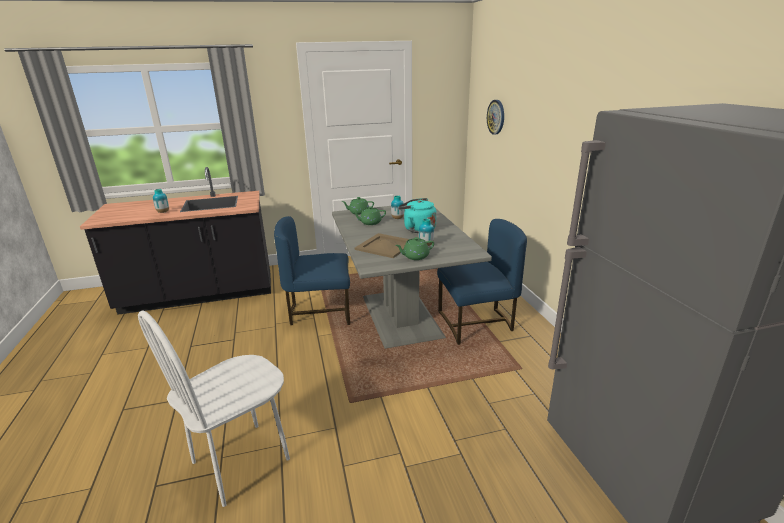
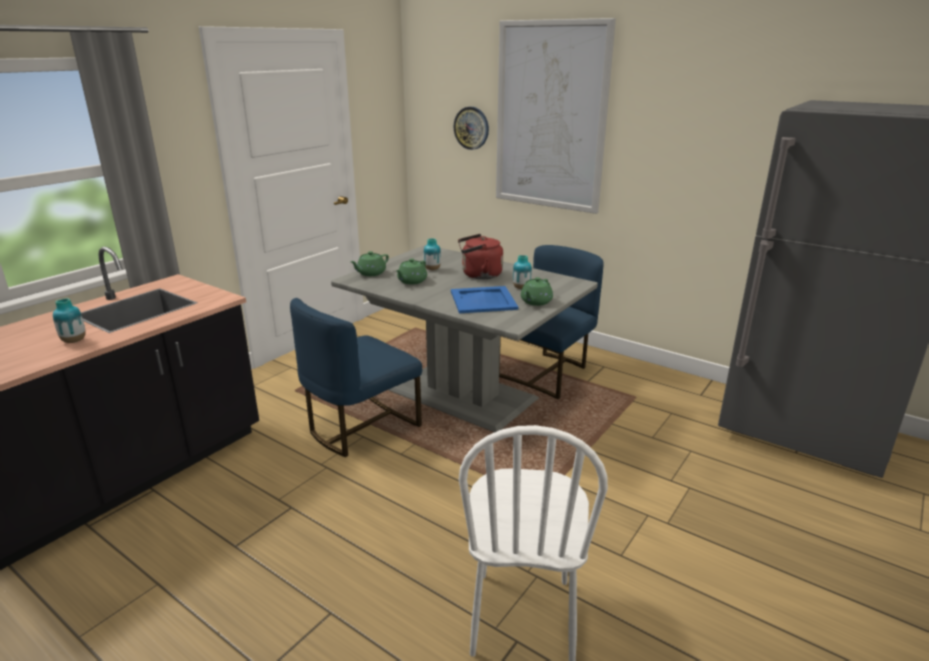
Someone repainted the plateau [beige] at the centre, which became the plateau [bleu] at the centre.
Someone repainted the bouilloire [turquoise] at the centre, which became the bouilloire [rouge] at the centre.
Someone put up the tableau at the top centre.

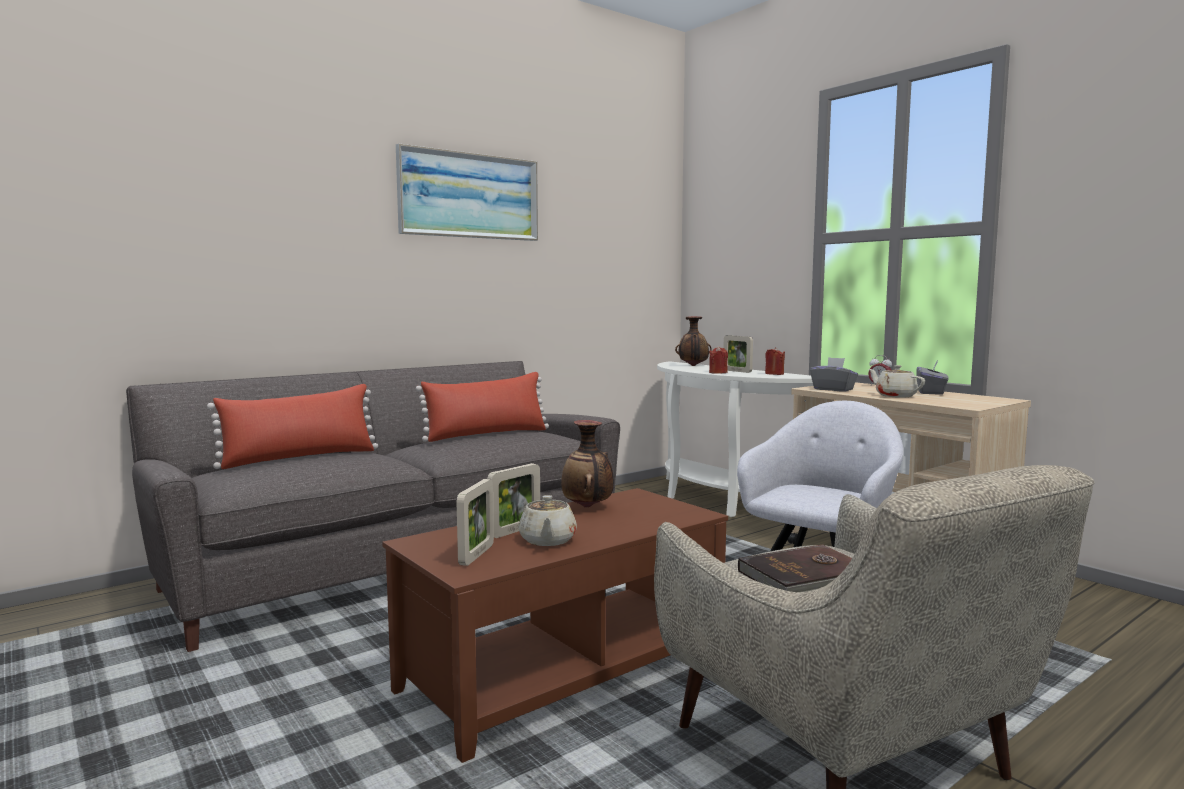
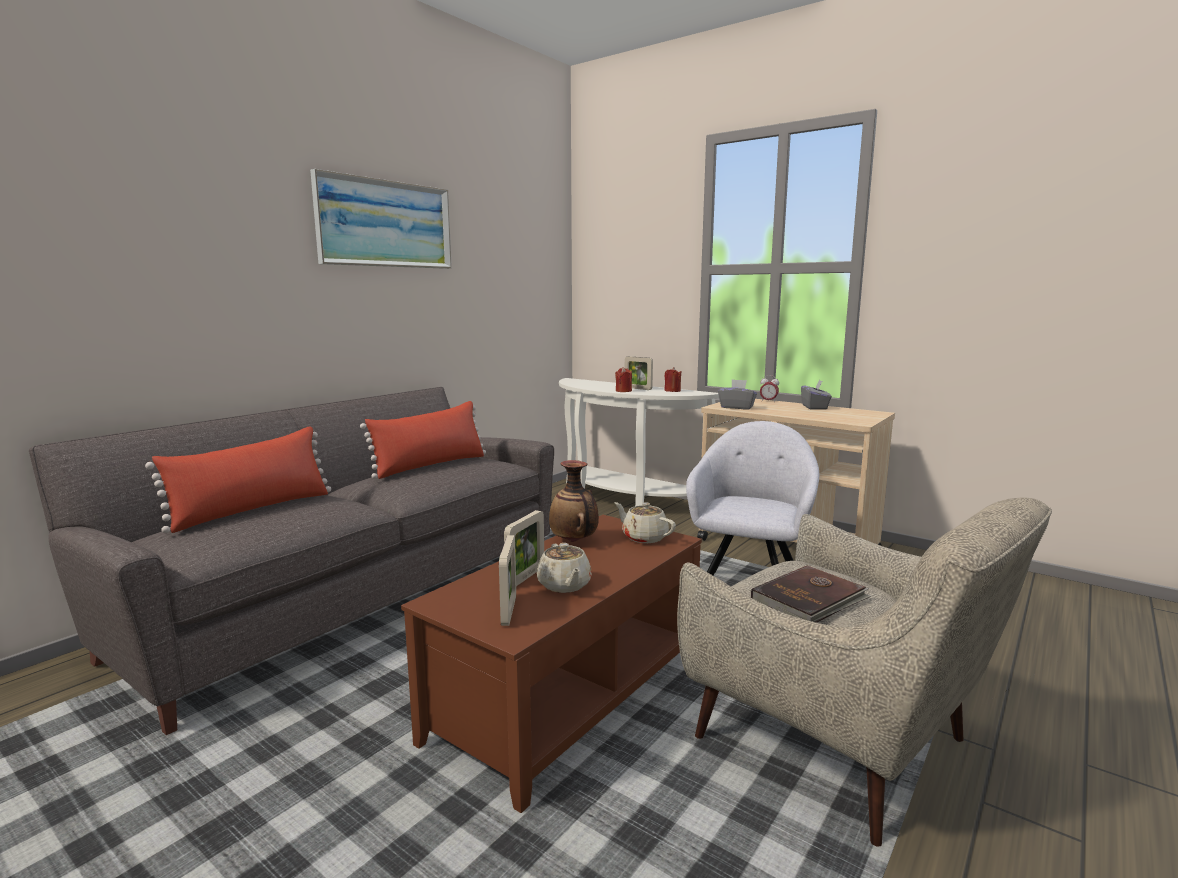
Someone took away the vase (no. 2 from left) at the centre.
Someone carried the théière [beige] (no. 2 from left) from the middle right to the centre.

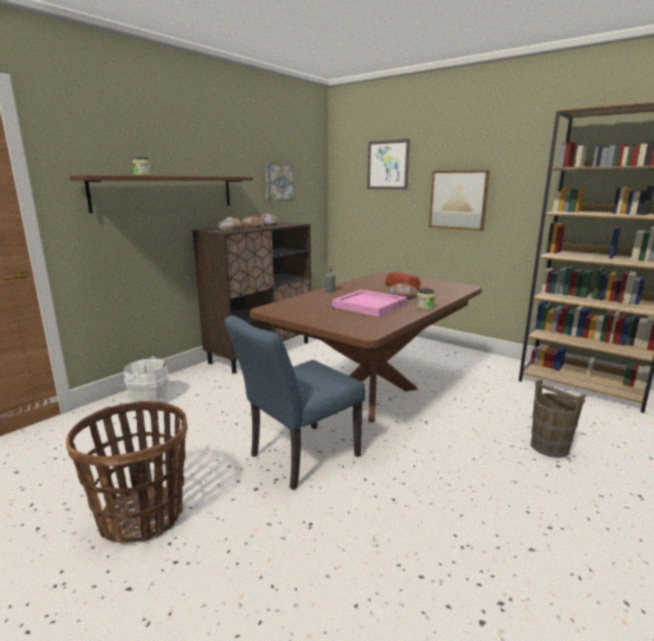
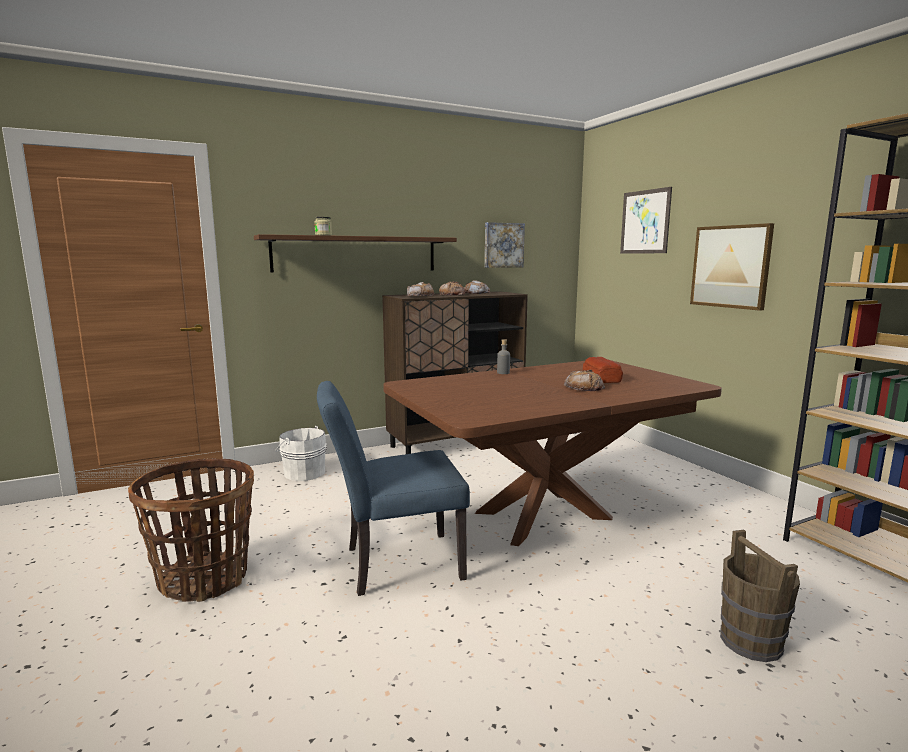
Someone took away the plateau [rose] at the centre.
Someone took away the bocal (no. 2 from left) at the centre.

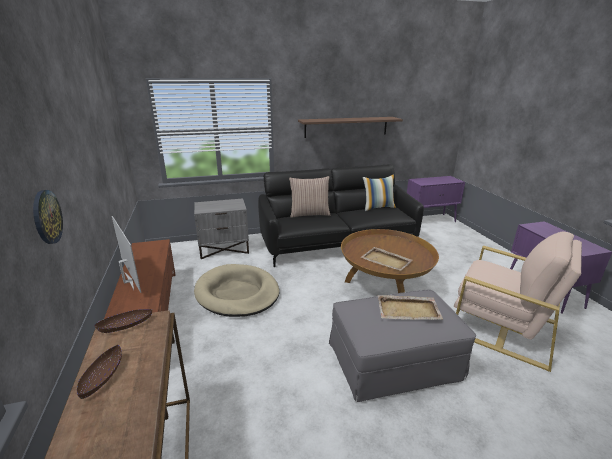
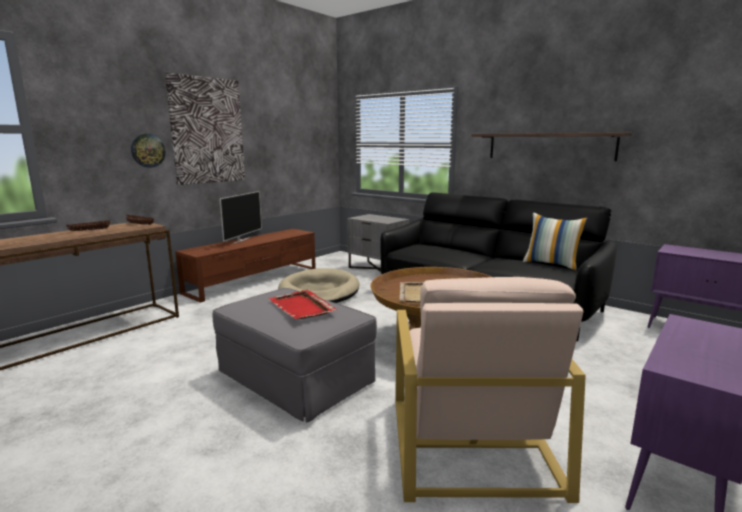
Someone took away the coussin (no. 1 from left) at the centre.
Someone repainted the plateau [beige] (no. 2 from left) at the bottom right, which became the plateau [rouge] at the centre.
Someone put up the tableau at the top left.

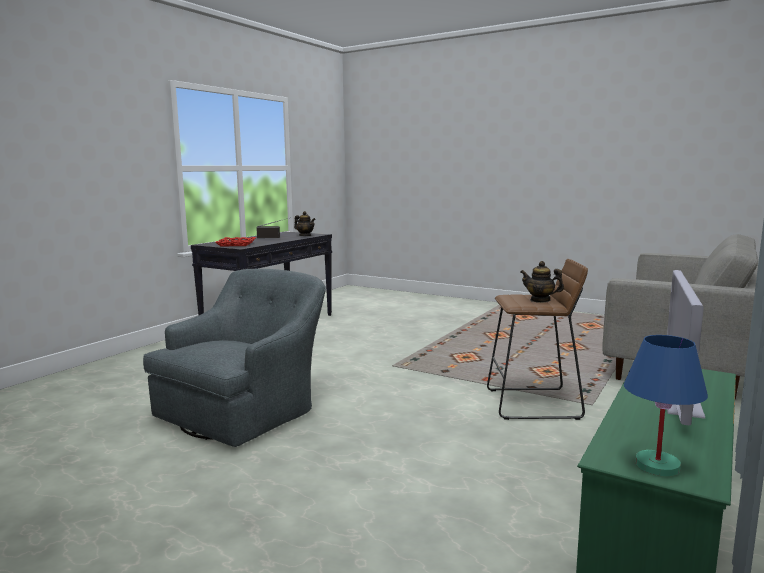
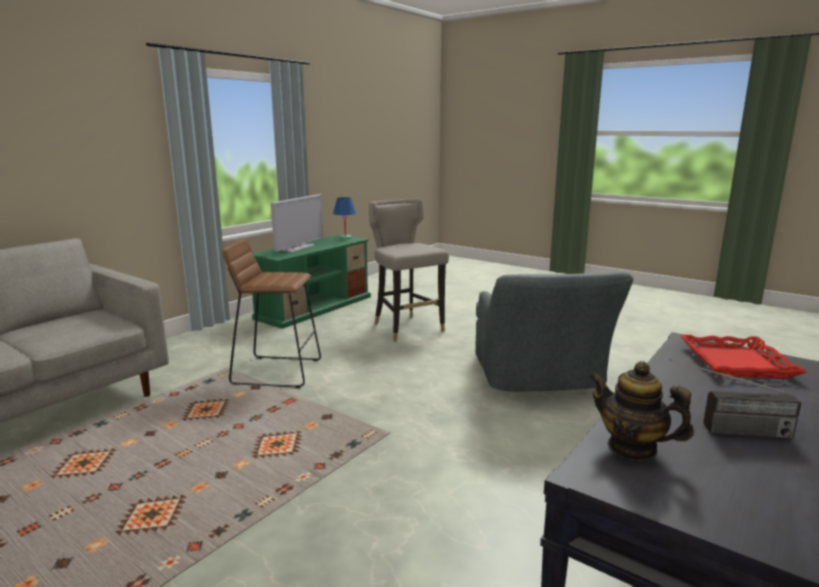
Someone rotated the fauteuil [gris] at the middle left by 45 degrees counterclockwise.
Someone took away the théière (no. 2 from left) at the middle right.
Someone put down the tabouret [gris] at the centre.

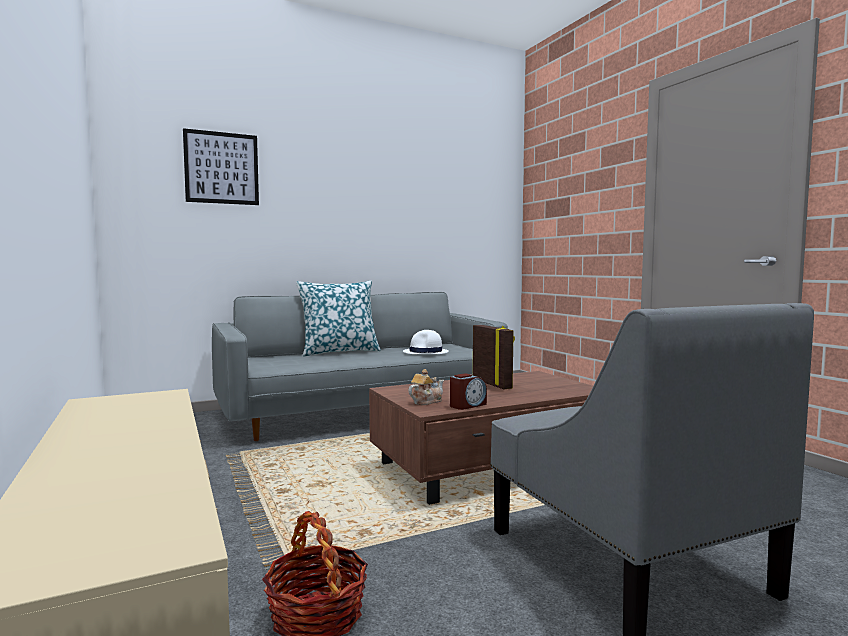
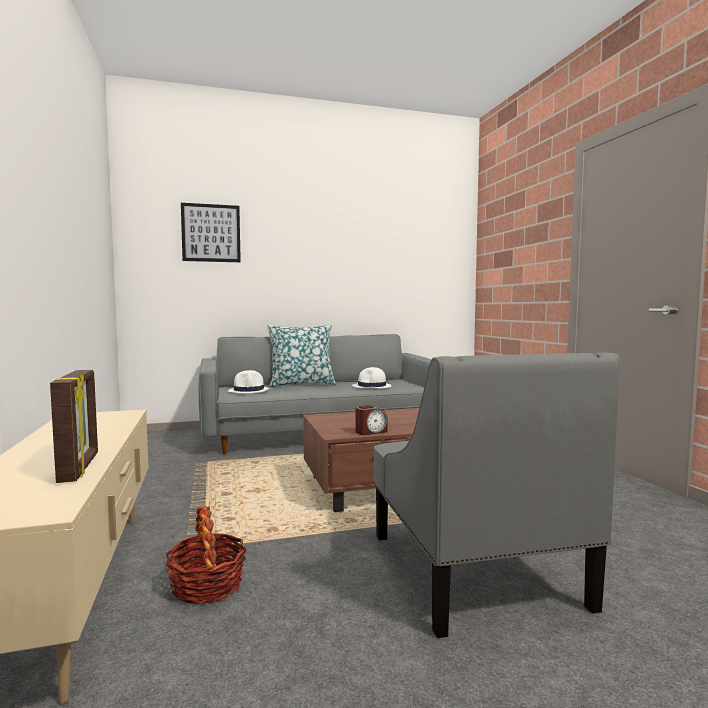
Someone took away the théière at the centre.
Someone carried the cadre photo from the centre to the middle left.
Someone put down the chapeau [blanc] (no. 1 from left) at the centre.

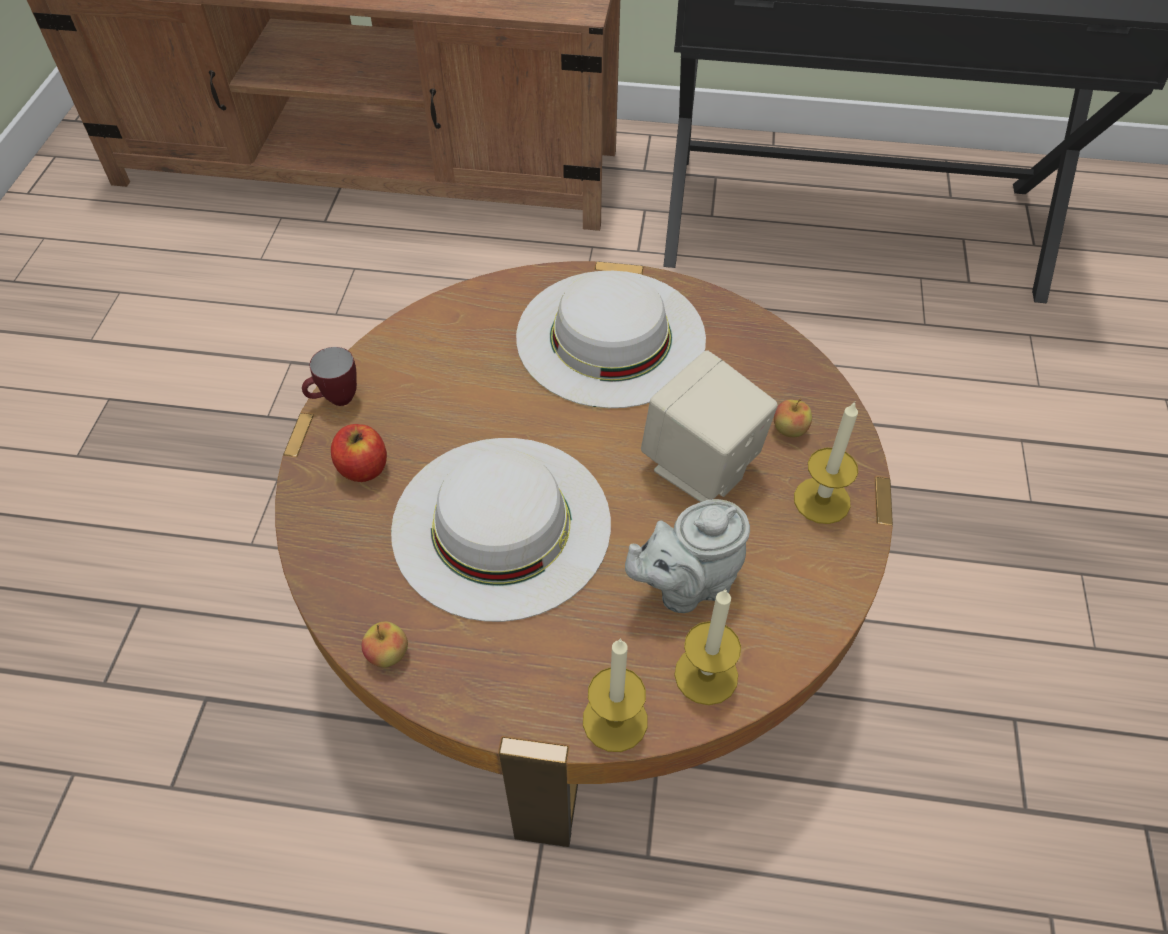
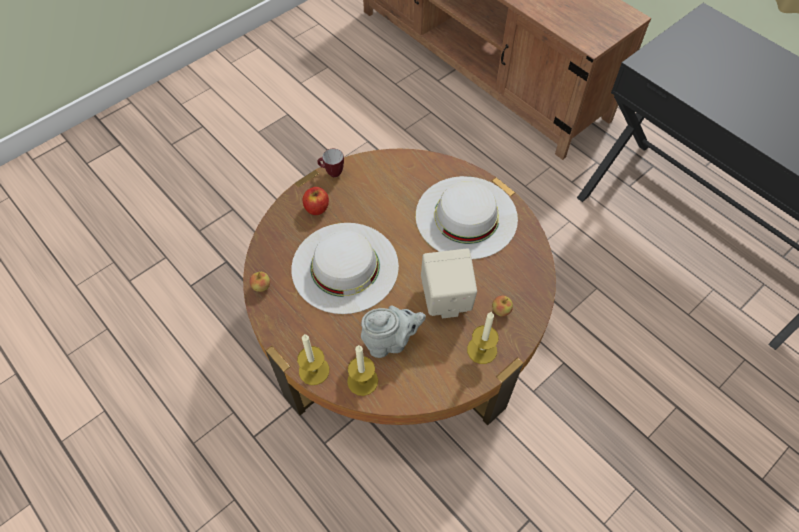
Someone rotated the théière [gris] at the centre by 150 degrees clockwise.

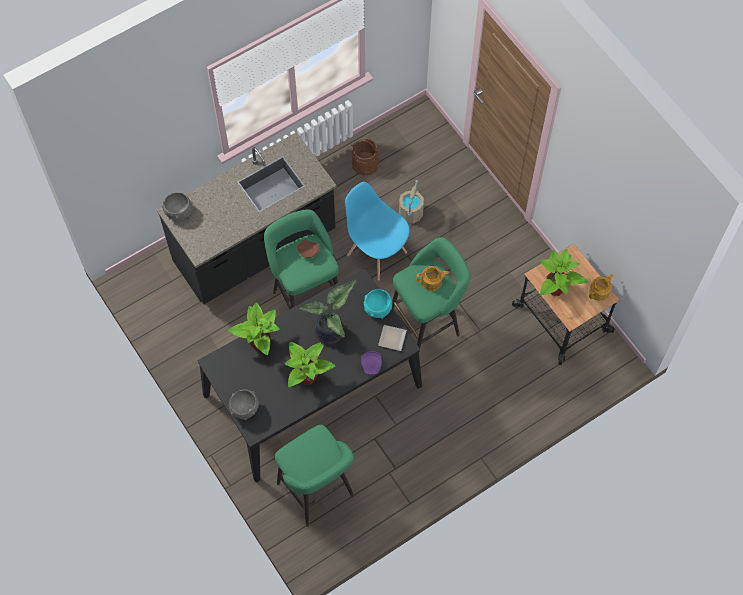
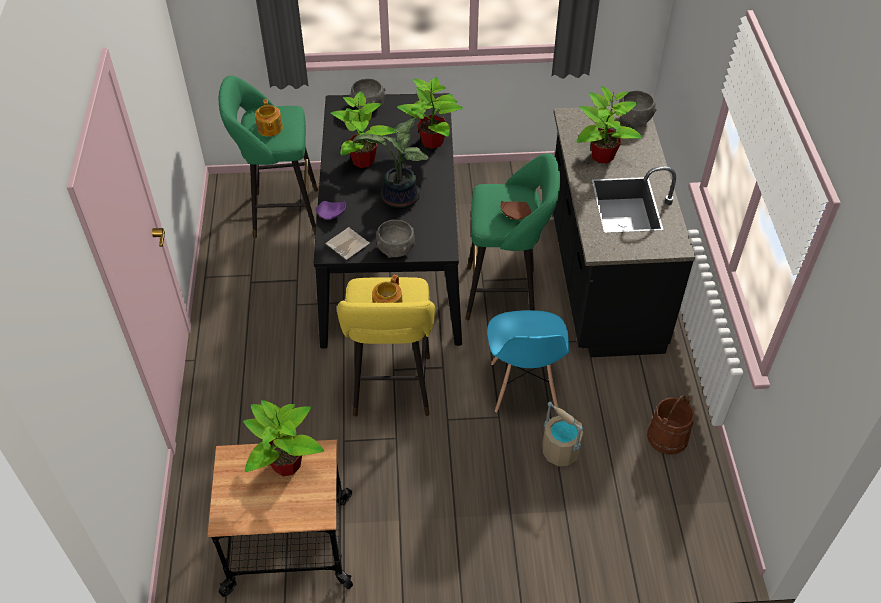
Someone rotated the chaise [bleu] at the centre by 105 degrees clockwise.
Someone repainted the bol [turquoise] at the centre, which became the bol [gris] (no. 2 from left) at the centre.
Someone repainted the tabouret [vert] (no. 3 from left) at the centre, which became the tabouret [jaune] at the centre.
Someone carried the théière (no. 2 from left in the first image) from the middle right to the top left.
Someone put down the plante en pot (no. 5 from left) at the top right.

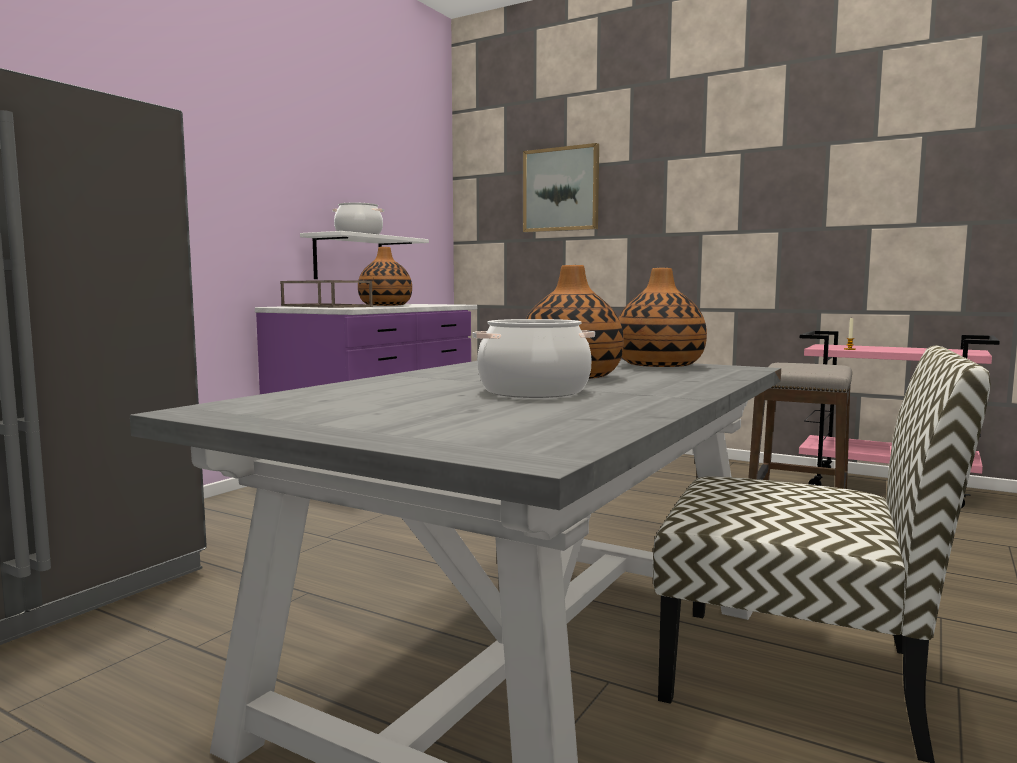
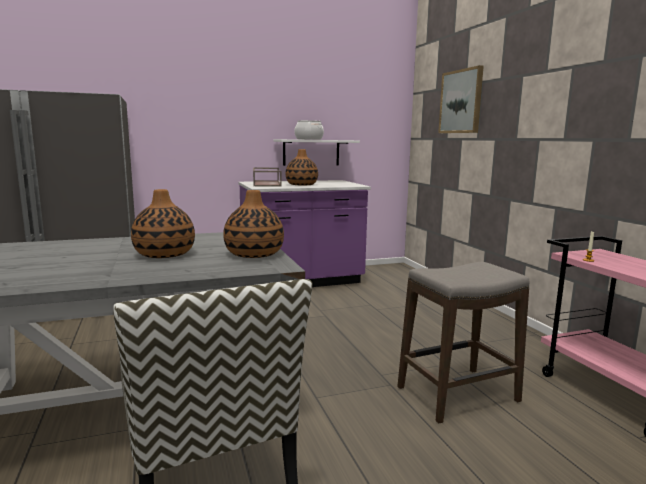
Someone took away the marmite (no. 2 from left) at the centre.

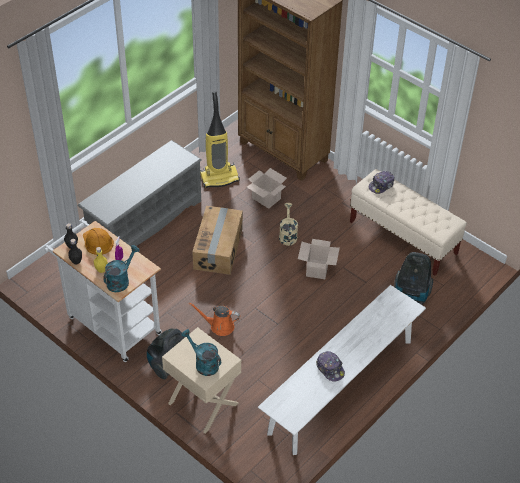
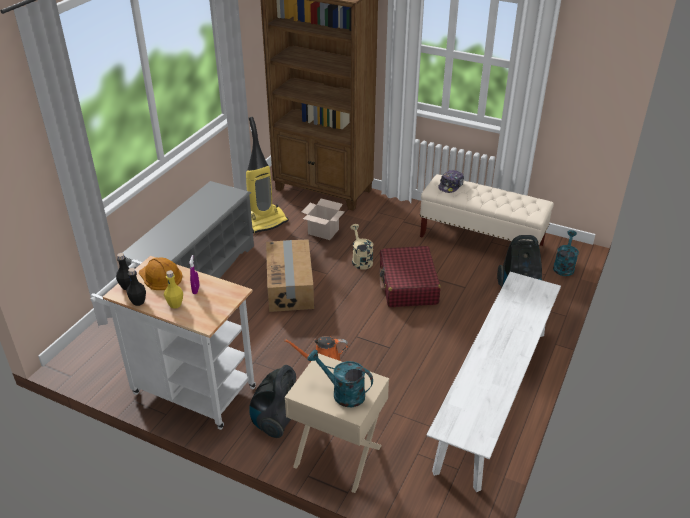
Someone carried the arrosoir [turquoise] (no. 1 from left in the first image) from the middle left to the middle right.
Someone swapped the carton (no. 3 from left) at the centre for the valise [rouge] at the centre.
Someone took away the casquette (no. 1 from left) at the bottom centre.

